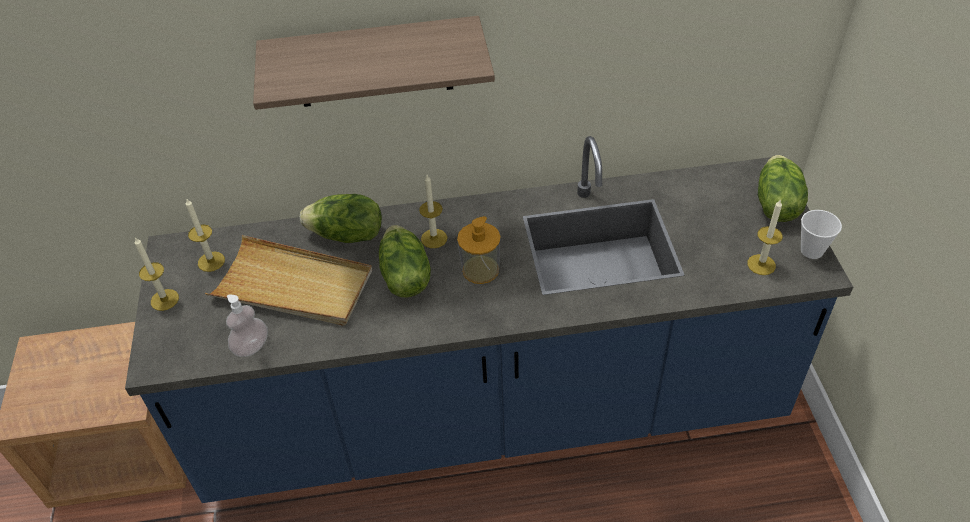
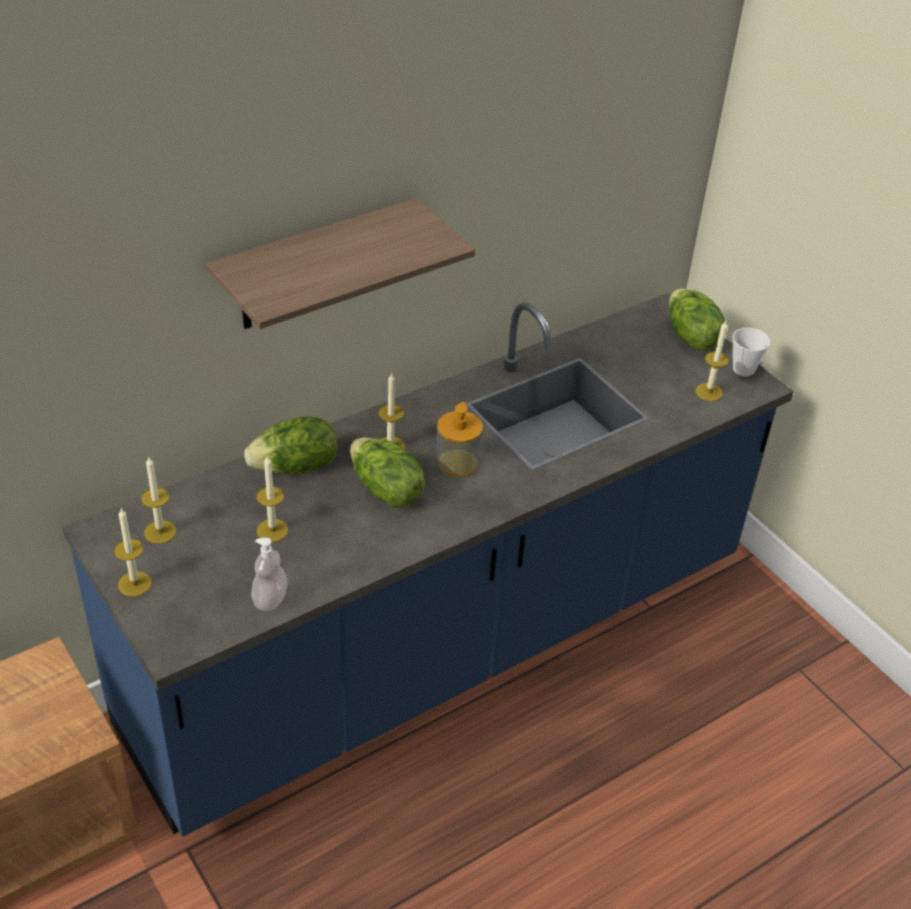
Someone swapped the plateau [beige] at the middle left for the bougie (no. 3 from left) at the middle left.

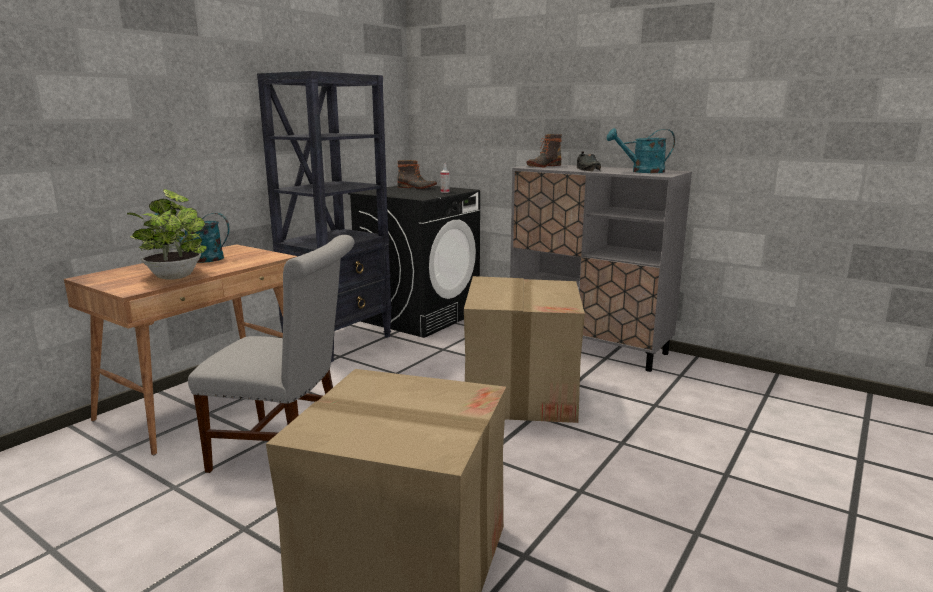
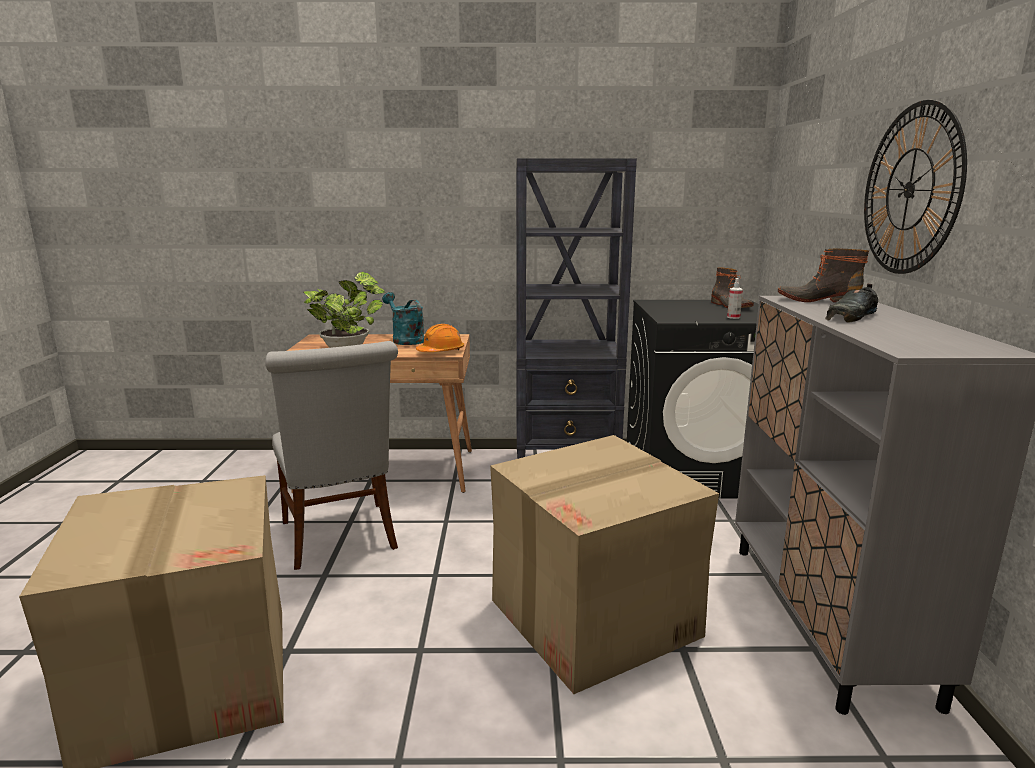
Someone took away the arrosoir [turquoise] (no. 2 from left) at the top right.
Someone put down the casque de chantier [orange] at the centre.
Someone put up the horloge murale at the top right.

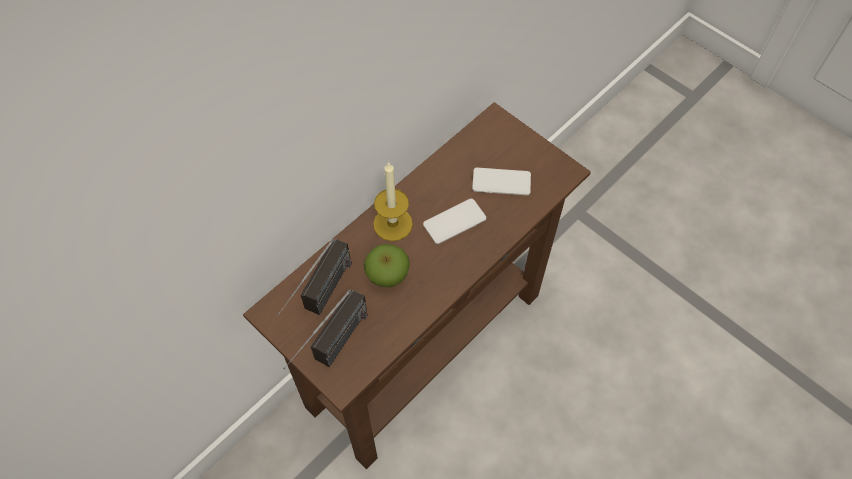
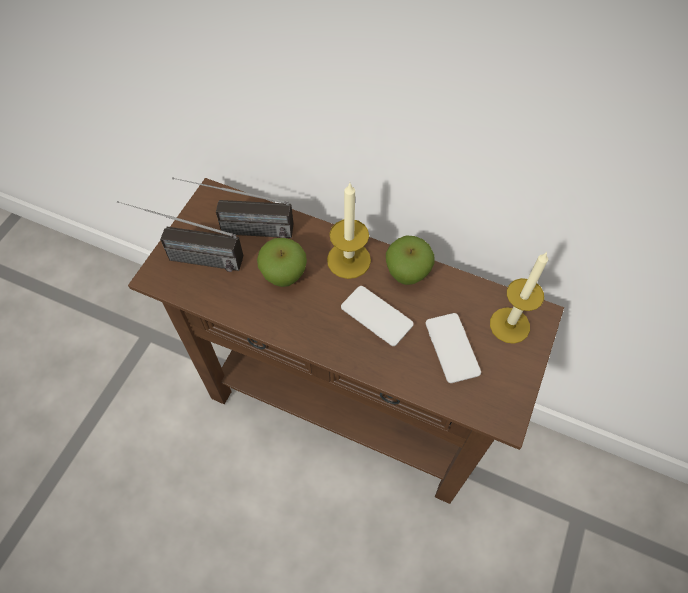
Someone put down the pomme (no. 2 from left) at the centre.
Someone put down the bougie (no. 2 from left) at the middle right.

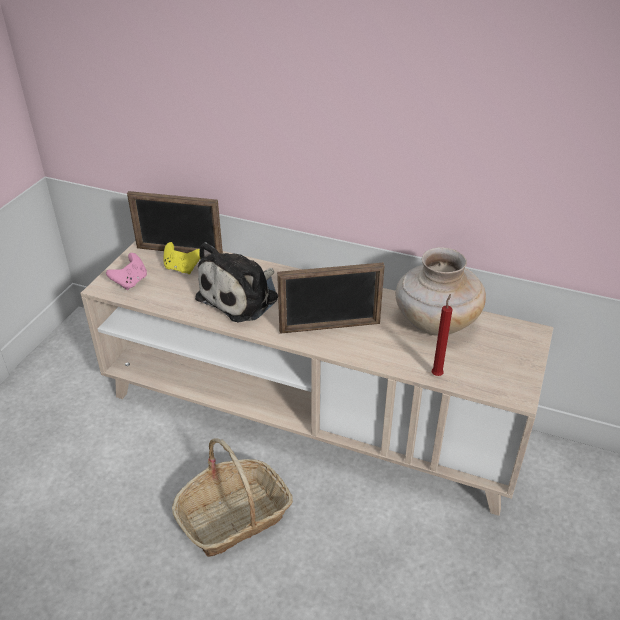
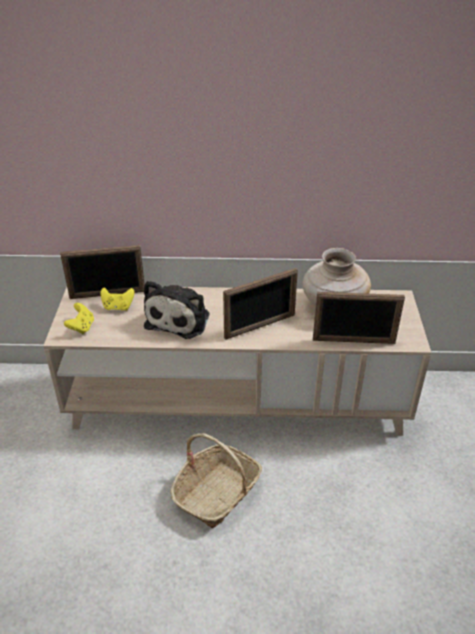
Someone repainted the manette [rose] at the middle left, which became the manette [jaune] (no. 1 from left) at the middle left.
Someone swapped the bougie [rouge] at the middle right for the cadre photo (no. 3 from left) at the middle right.

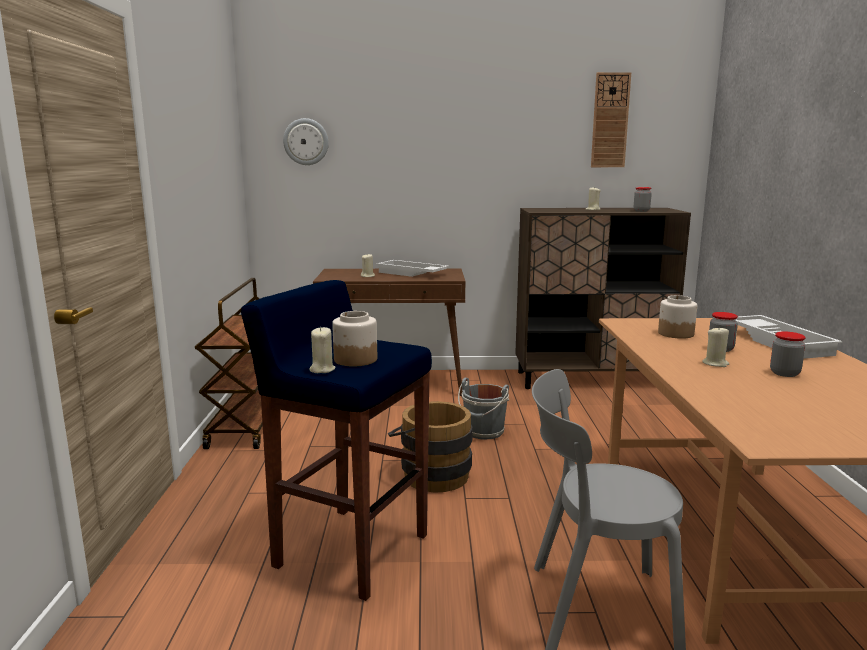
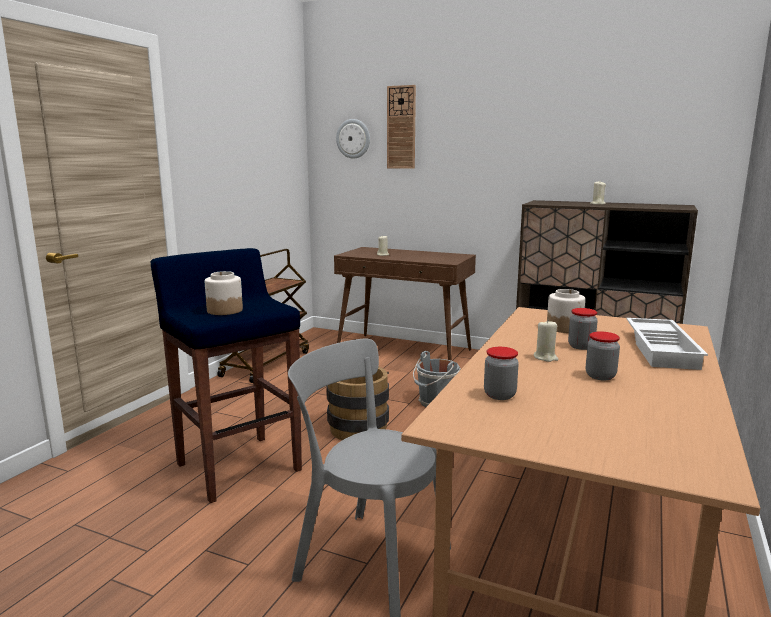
Someone took away the bougie [beige] (no. 1 from left) at the centre.
Someone took away the plateau [blanc] (no. 1 from left) at the centre.
Someone carried the horloge murale (no. 2 from left) from the top right to the top centre.
Someone carried the bocal (no. 2 from left) from the top right to the centre.

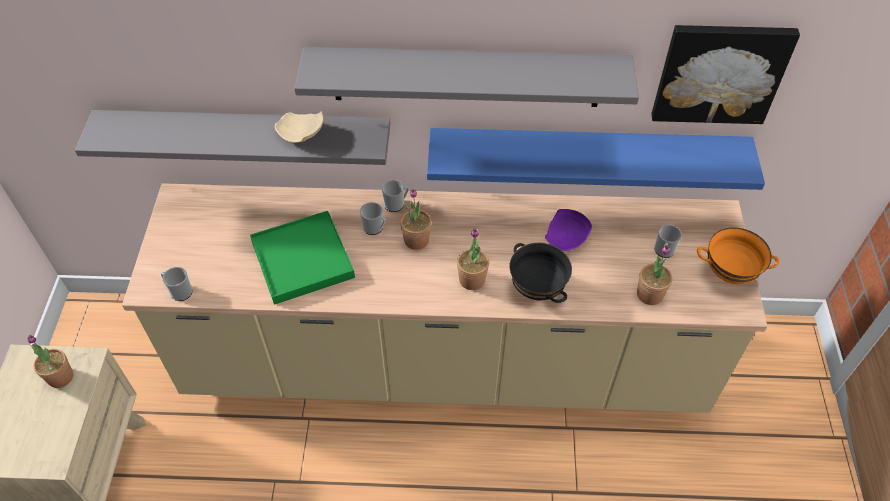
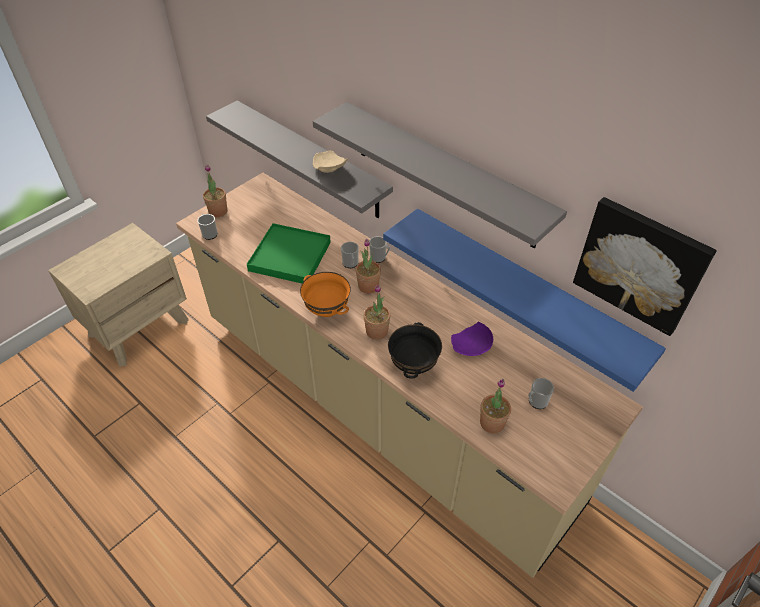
Someone carried the plante en pot (no. 1 from left) from the bottom left to the top left.
Someone carried the bol [orange] from the middle right to the centre.

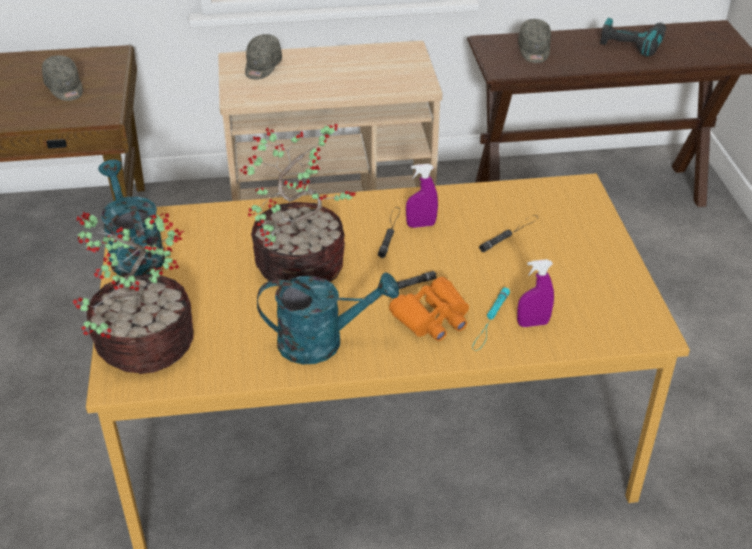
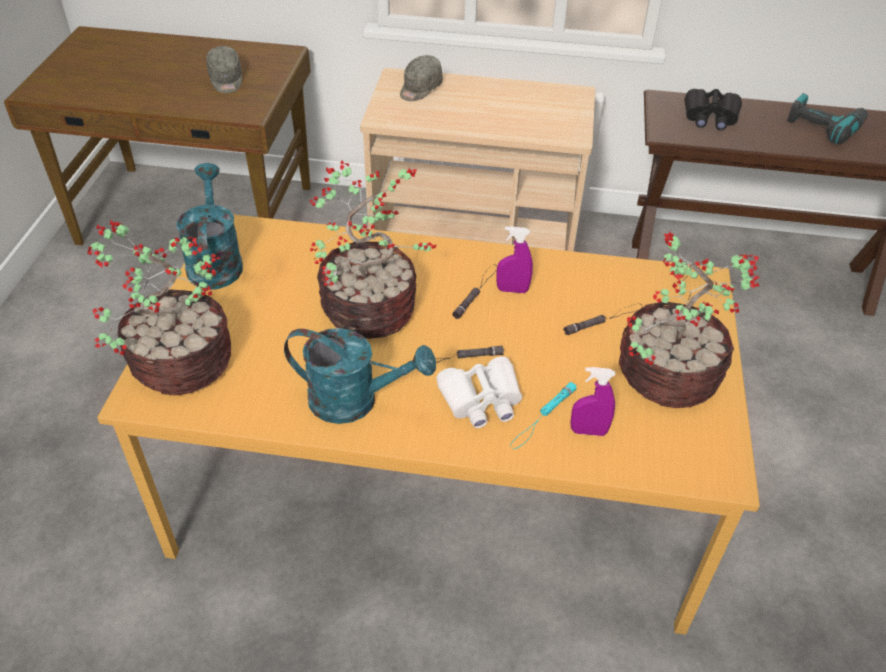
Someone repainted the jumelles [orange] at the centre, which became the jumelles [blanc] at the centre.
Someone swapped the casquette [gris] (no. 3 from left) at the top right for the jumelles [noir] at the top right.
Someone put down the plante en pot (no. 3 from left) at the middle right.

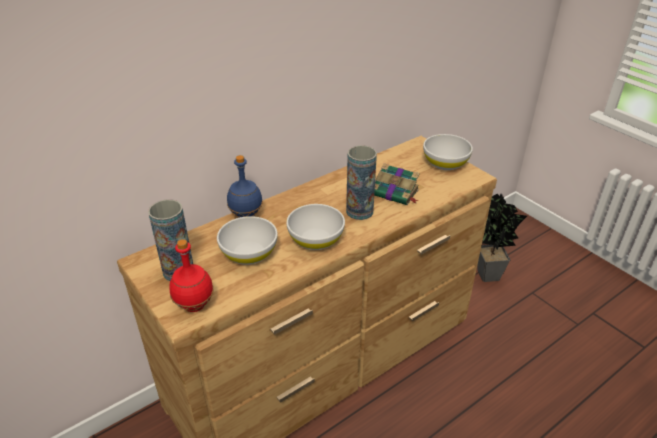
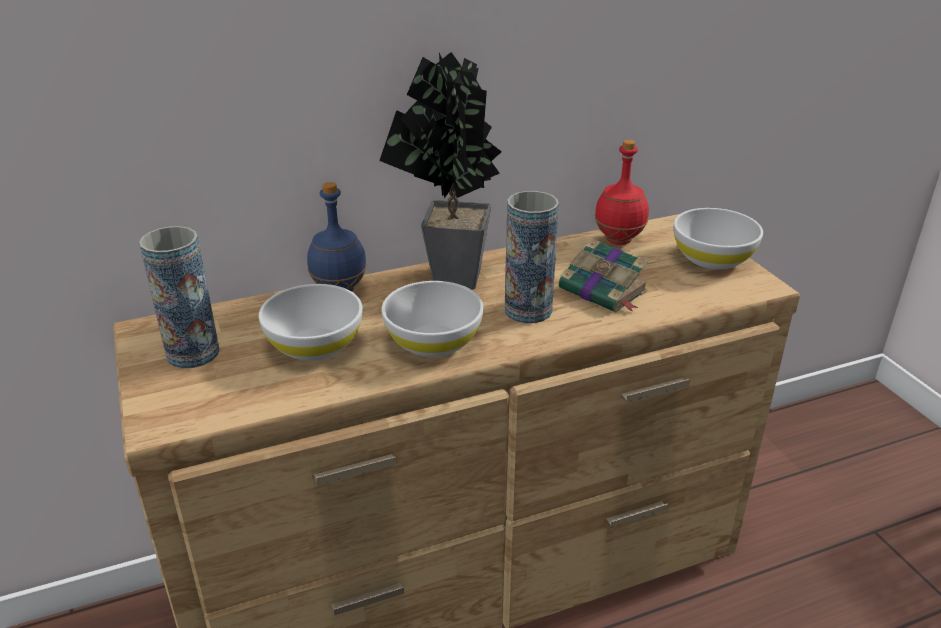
Someone carried the bouteille [rouge] from the middle left to the top centre.
Someone carried the plante en pot from the middle right to the top centre.

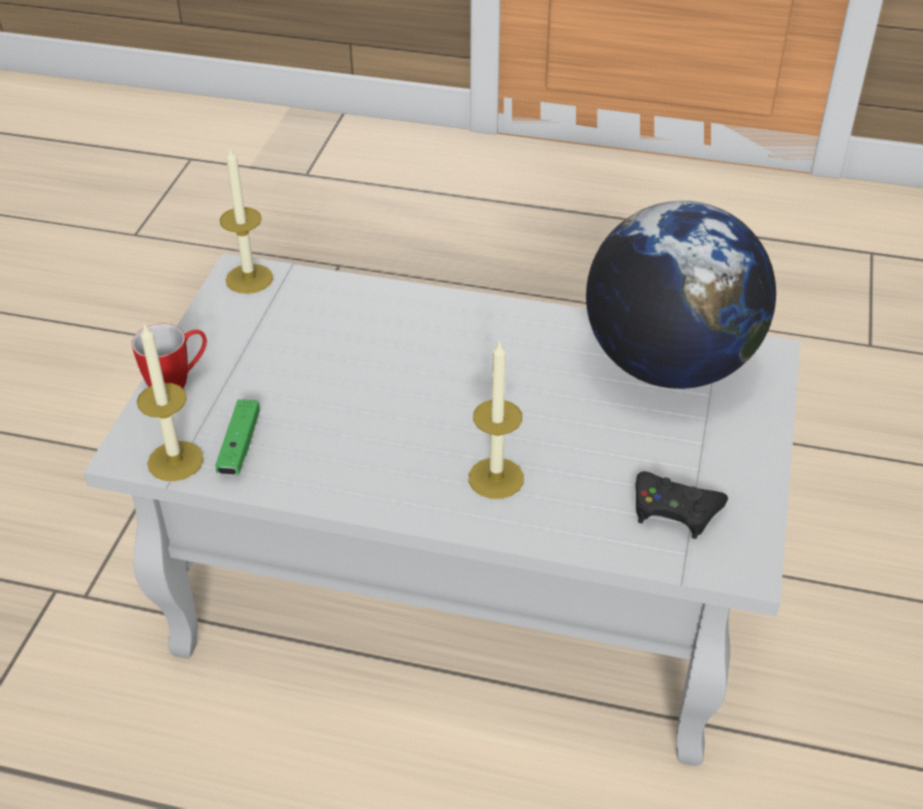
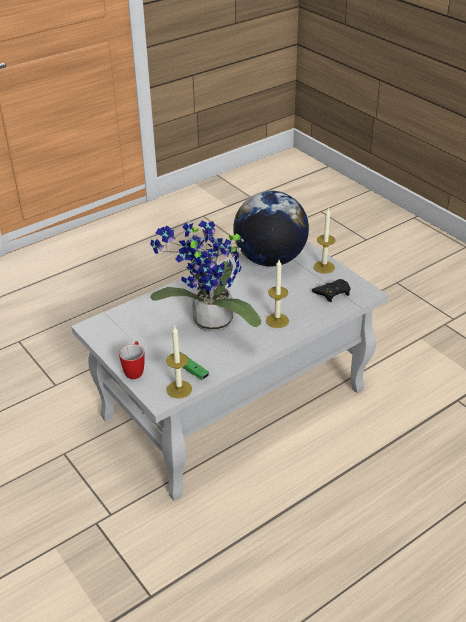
Someone carried the bougie (no. 2 from left in the first image) from the top left to the middle right.
Someone put down the plante en pot at the centre.

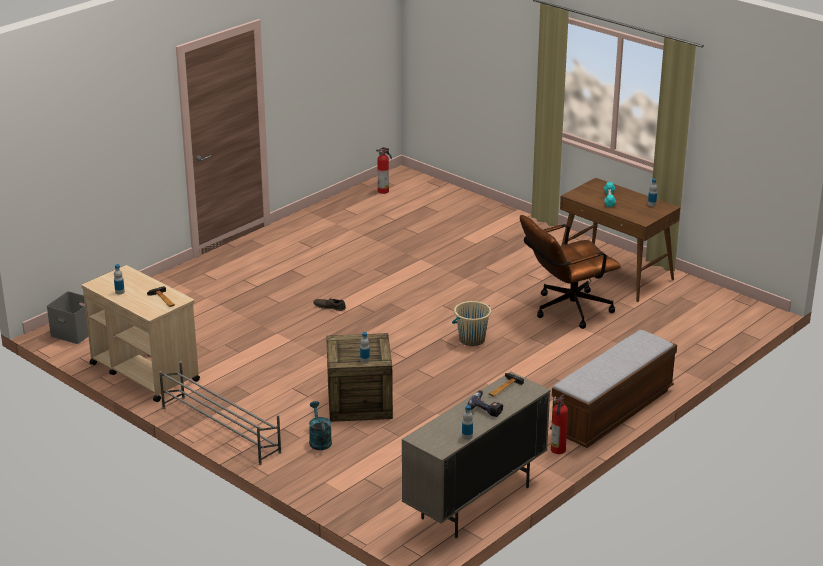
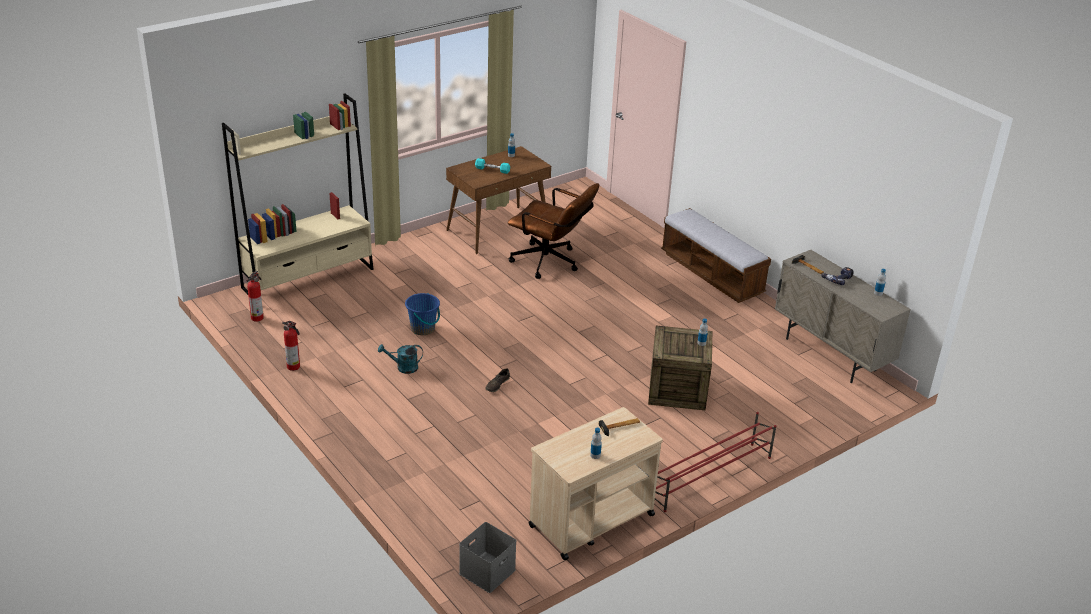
Someone repainted the étagère à chaussures [gris] at the bottom left, which became the étagère à chaussures [rouge] at the bottom centre.
Someone carried the arrosoir [turquoise] from the bottom centre to the centre.
Someone took away the seau [beige] at the centre.
Someone rotated the chaise de bureau [marron] at the middle right by 45 degrees counterclockwise.
Someone carried the extincteur (no. 2 from left) from the bottom right to the middle left.
Someone put down the bibliothèque [beige] at the top left.
Someone put down the seau [bleu] at the centre.

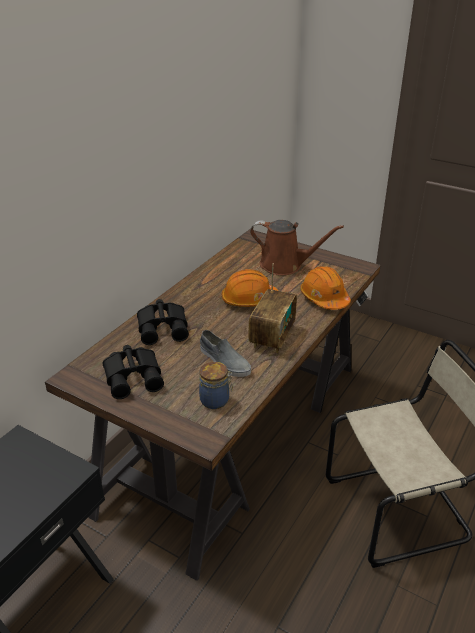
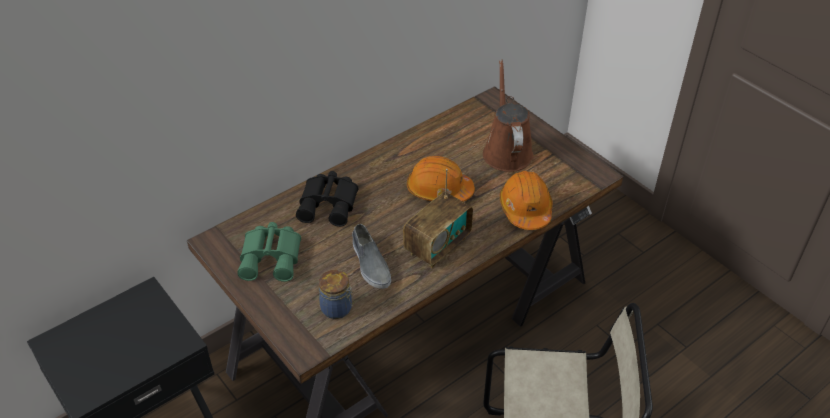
Someone repainted the jumelles [noir] (no. 1 from left) at the middle left, which became the jumelles [vert] at the middle left.
Someone rotated the arrosoir [marron] at the centre by 135 degrees counterclockwise.

